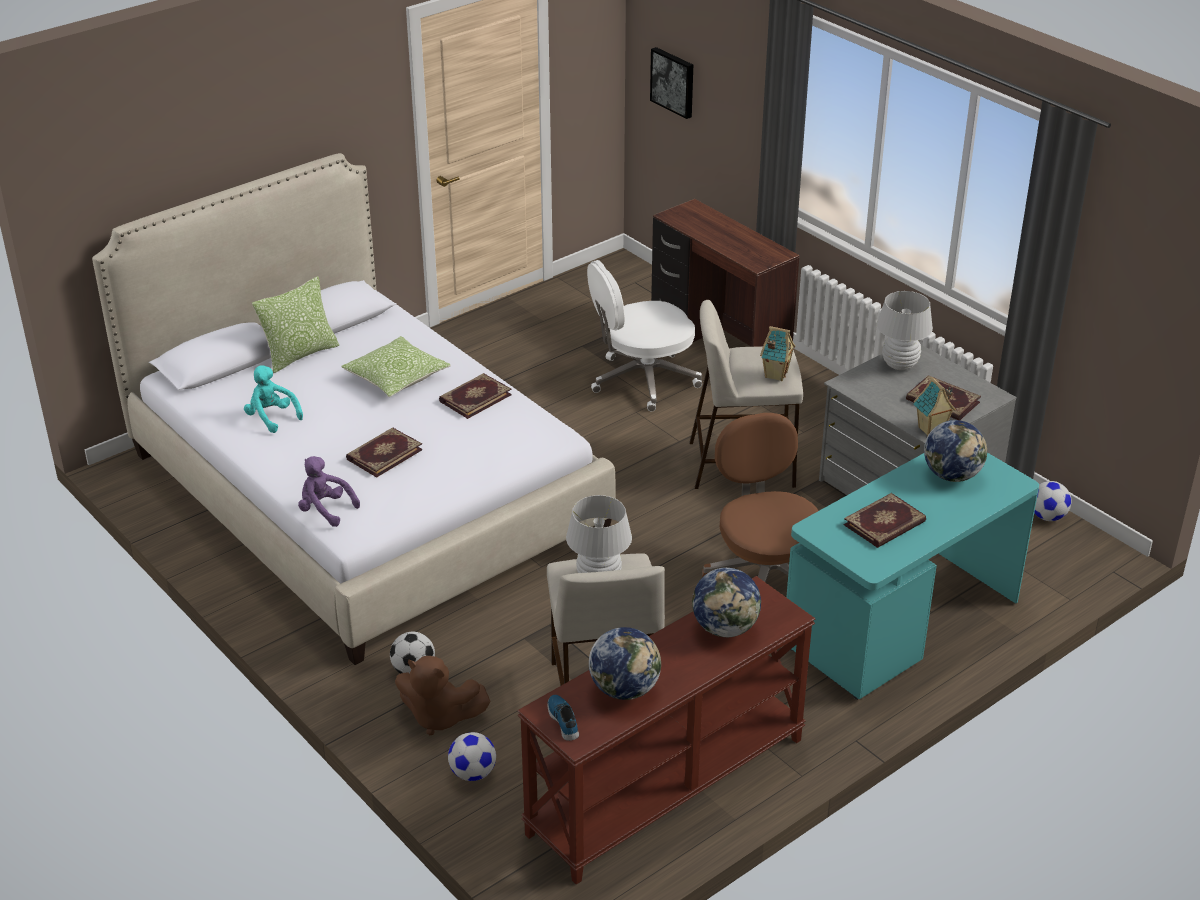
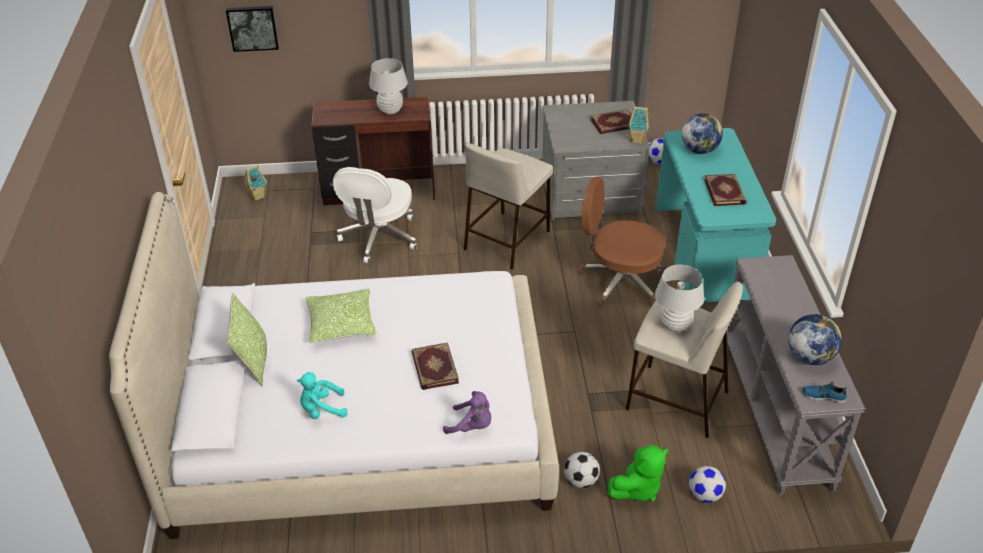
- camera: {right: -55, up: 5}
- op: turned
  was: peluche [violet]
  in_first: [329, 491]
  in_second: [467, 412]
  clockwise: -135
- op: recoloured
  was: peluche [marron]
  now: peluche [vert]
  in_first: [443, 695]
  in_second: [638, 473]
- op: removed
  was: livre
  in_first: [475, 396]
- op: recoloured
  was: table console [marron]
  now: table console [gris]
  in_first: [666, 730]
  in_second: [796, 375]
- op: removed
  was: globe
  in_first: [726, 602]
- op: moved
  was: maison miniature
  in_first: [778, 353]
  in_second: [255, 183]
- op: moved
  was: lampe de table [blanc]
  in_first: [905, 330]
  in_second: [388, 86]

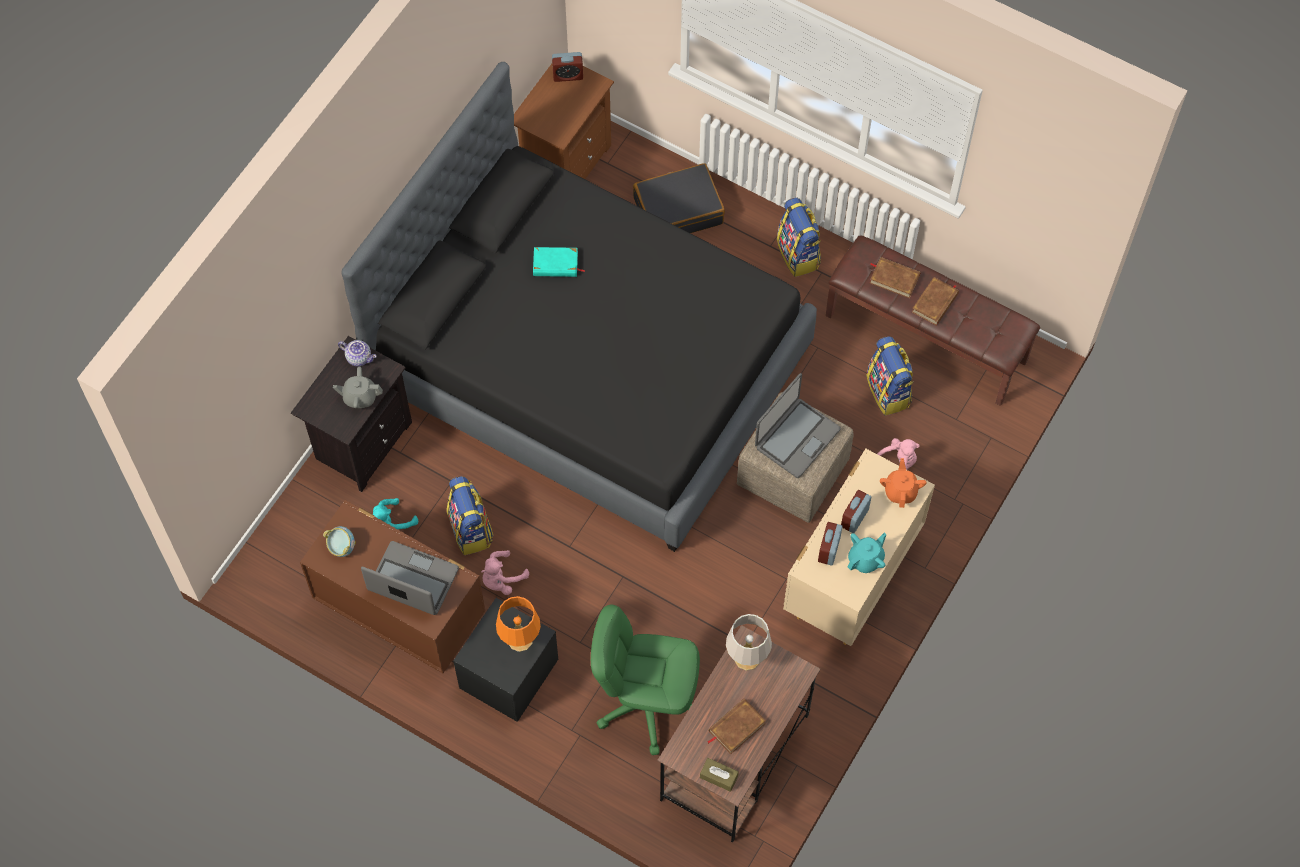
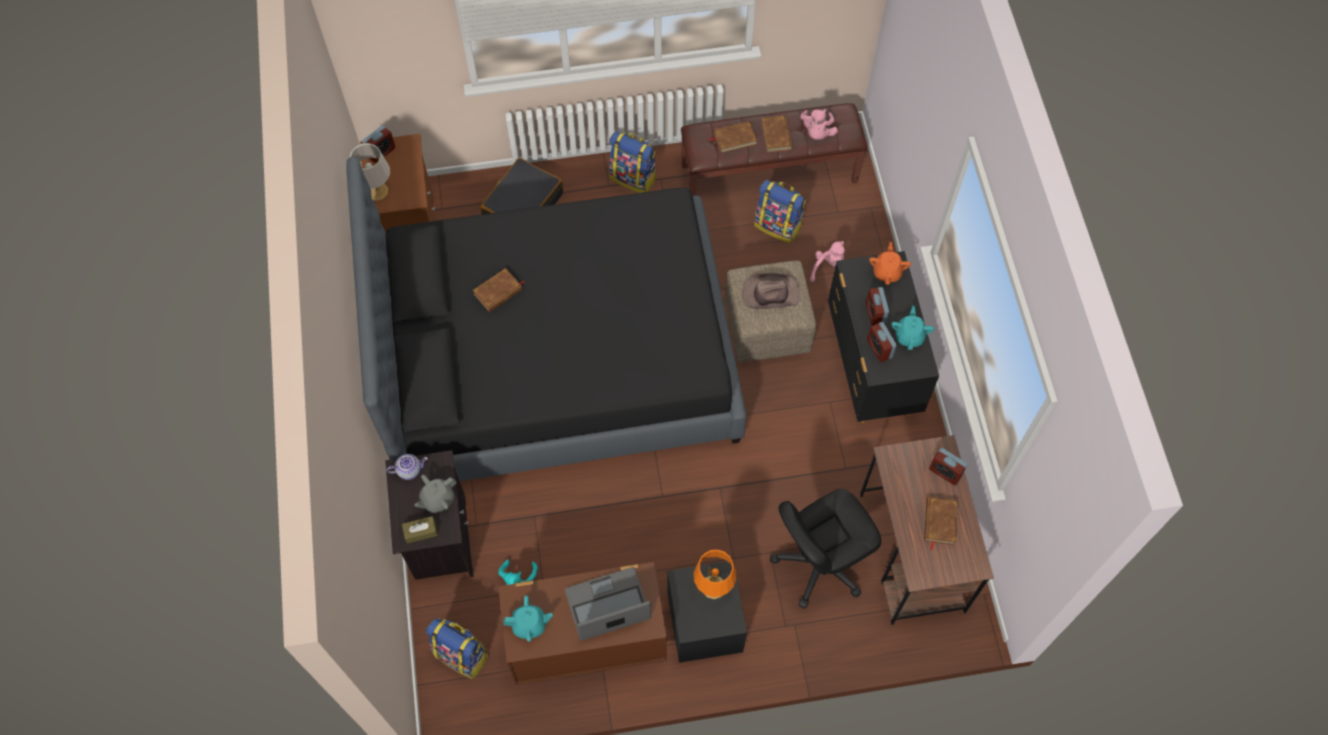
- camera: {right: -40, up: 0}
- op: replaced
  was: bol
  now: théière [turquoise]
  in_first: [339, 541]
  in_second: [528, 618]
- op: moved
  was: sac à dos
  in_first: [470, 515]
  in_second: [457, 648]
- op: moved
  was: peluche [rose]
  in_first: [505, 572]
  in_second: [819, 124]
- op: recoloured
  was: livre [turquoise]
  now: livre [marron]
  in_first: [559, 262]
  in_second: [499, 290]
- op: recoloured
  was: chaise de bureau [vert]
  now: chaise de bureau [noir]
  in_first: [645, 680]
  in_second: [825, 549]
- op: moved
  was: boîte à mouchoirs [marron]
  in_first: [719, 775]
  in_second: [420, 530]
- op: moved
  was: lampe de table [gris]
  in_first: [749, 642]
  in_second: [370, 172]
- op: replaced
  was: ordinateur portable
  now: chapeau [marron]
  in_first: [798, 425]
  in_second: [771, 291]
- op: recoloured
  was: commode [beige]
  now: commode [noir]
  in_first: [859, 547]
  in_second: [883, 337]
- op: turned
  was: théière [orange]
  in_first: [903, 483]
  in_second: [890, 263]
  clockwise: 45
- op: added
  now: réveil
  in_second: [948, 466]

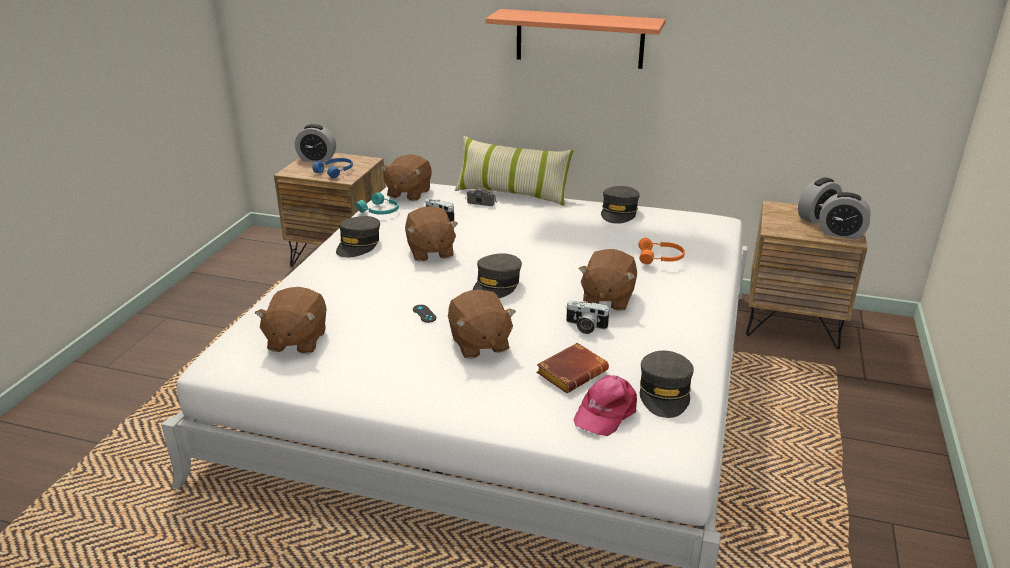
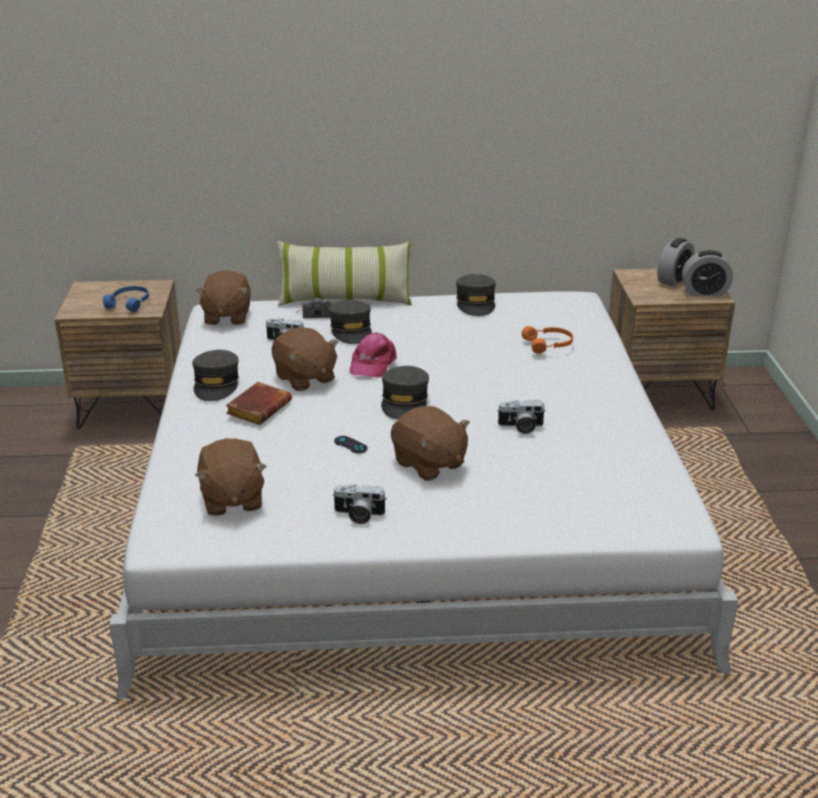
- camera: {right: -20, up: 0}
- op: removed
  was: réveil
  in_first: [315, 143]
- op: removed
  was: casque audio [turquoise]
  in_first: [377, 203]
- op: removed
  was: étagère
  in_first: [575, 39]
- op: moved
  was: livre [marron]
  in_first: [572, 368]
  in_second: [259, 403]
- op: moved
  was: casquette [rose]
  in_first: [605, 405]
  in_second: [373, 355]
- op: removed
  was: peluche [marron]
  in_first: [608, 280]
- op: moved
  was: casquette [gris]
  in_first: [667, 384]
  in_second: [350, 321]
- op: added
  now: appareil photo
  in_second: [359, 504]

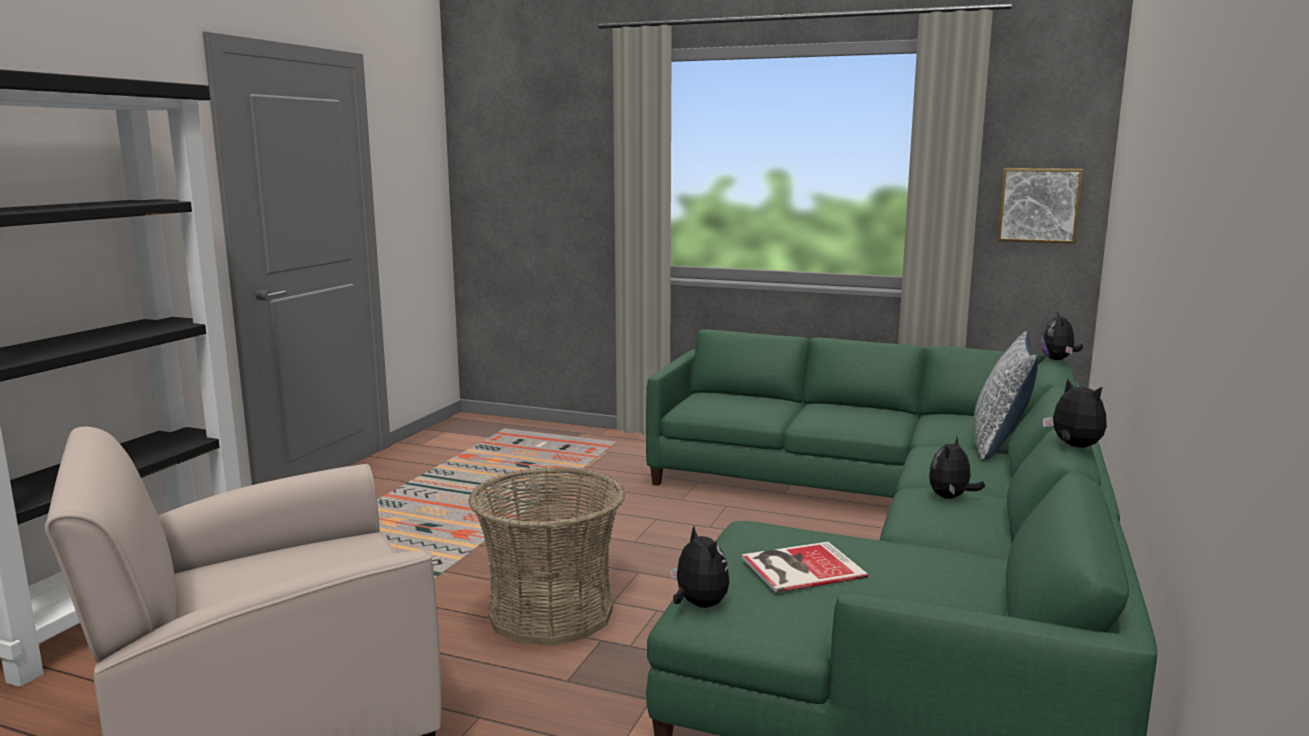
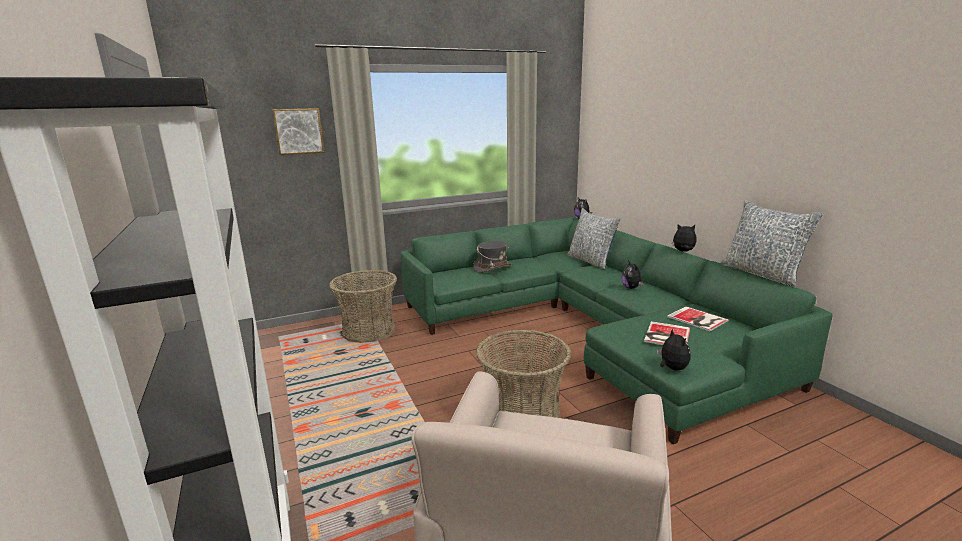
- camera: {right: -45, up: 5}
- op: turned
  was: peluche
  in_first: [699, 567]
  in_second: [674, 349]
  clockwise: 60
- op: moved
  was: tableau
  in_first: [1040, 206]
  in_second: [298, 131]
- op: added
  now: panier
  in_second: [363, 306]
- op: added
  now: chapeau [gris]
  in_second: [492, 257]
- op: added
  now: livre
  in_second: [698, 318]
- op: added
  now: coussin
  in_second: [772, 243]

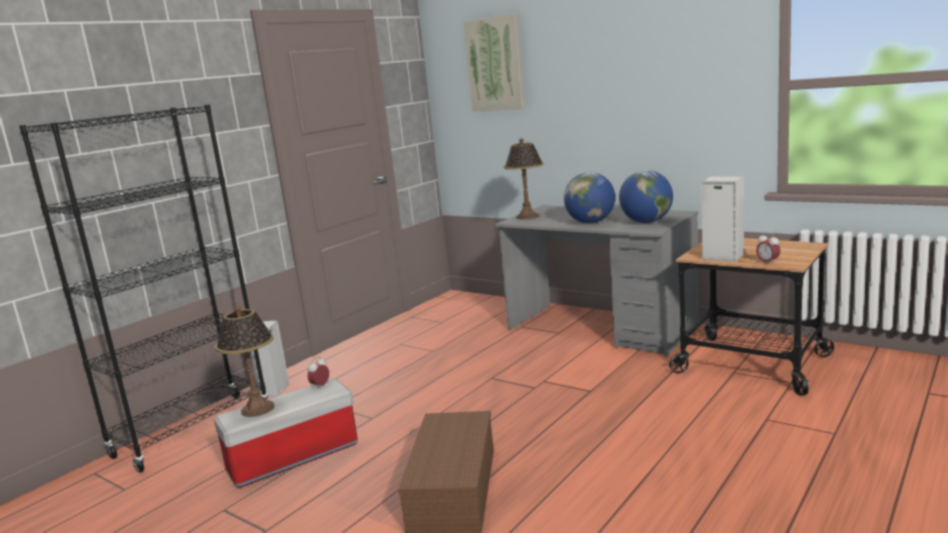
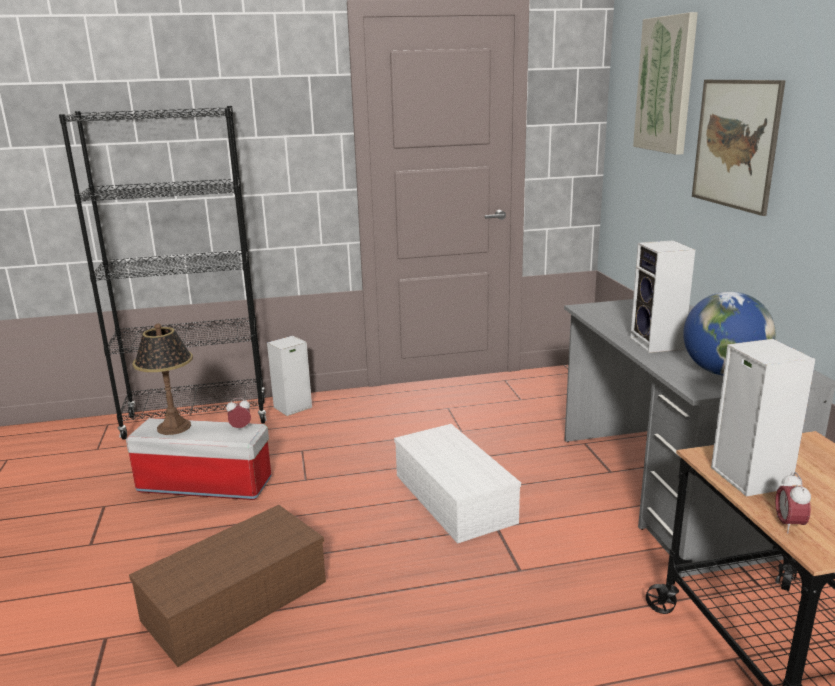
- camera: {right: 40, up: 5}
- op: removed
  was: lampe de table
  in_first: [524, 178]
- op: replaced
  was: globe
  now: enceinte
  in_first: [589, 197]
  in_second: [662, 296]
- op: added
  now: boîte de rangement [blanc]
  in_second: [457, 484]
- op: added
  now: tableau
  in_second: [739, 148]

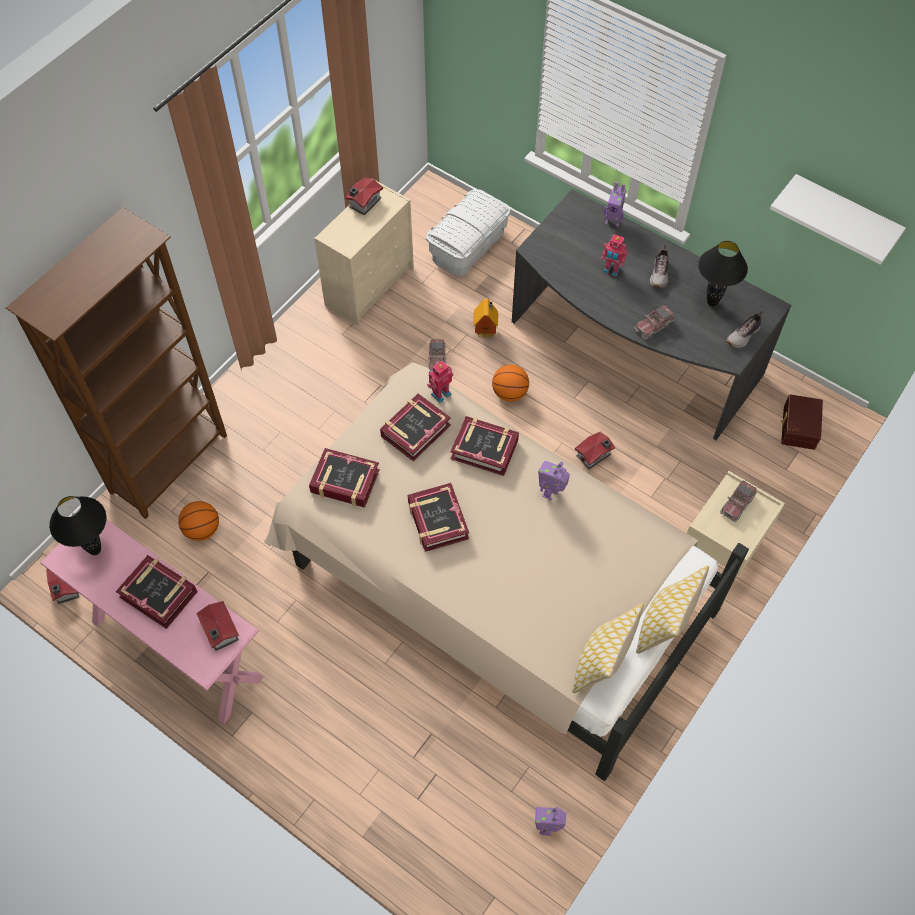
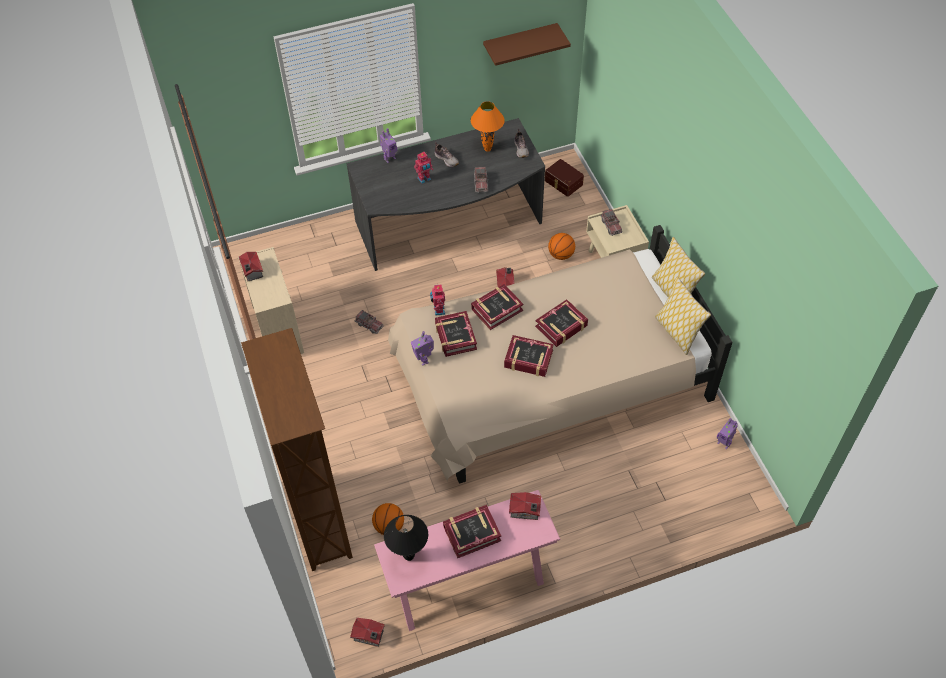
- camera: {right: -55, up: -5}
- op: moved
  was: livre
  in_first: [344, 478]
  in_second: [561, 323]
- op: removed
  was: boîte de rangement [blanc]
  in_first: [468, 233]
- op: removed
  was: maison miniature
  in_first: [486, 318]
- op: moved
  was: ballon de basket
  in_first: [510, 383]
  in_second: [561, 246]
- op: moved
  was: robot jouet
  in_first: [554, 480]
  in_second: [422, 348]
- op: recoloured
  was: lampe de table [noir]
  now: lampe de table [orange]
  in_first: [723, 273]
  in_second: [488, 126]
- op: recoloured
  was: étagère [blanc]
  now: étagère [marron]
  in_first: [838, 219]
  in_second: [527, 44]

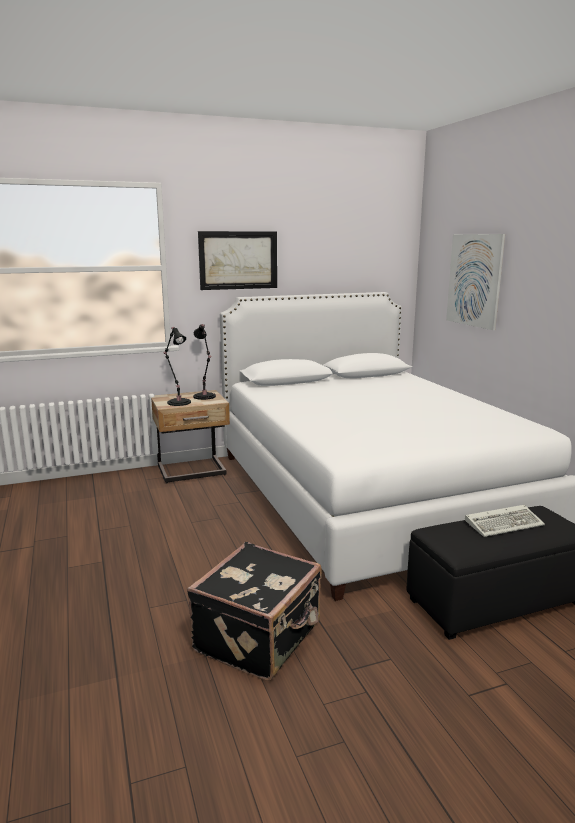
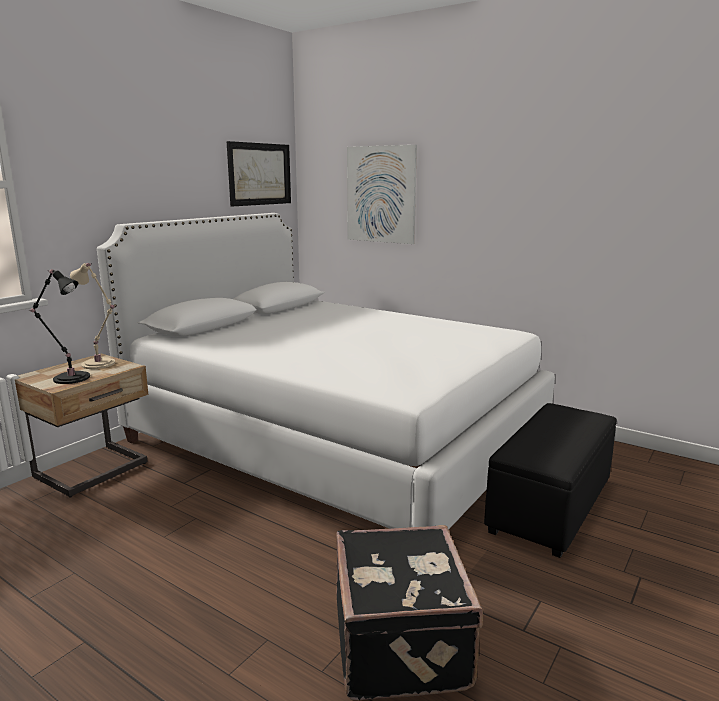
- camera: {right: -35, up: 0}
- op: recoloured
  was: lampe de table [noir]
  now: lampe de table [beige]
  in_first: [204, 362]
  in_second: [93, 316]
- op: moved
  was: tableau
  in_first: [237, 260]
  in_second: [259, 173]
- op: removed
  was: clavier
  in_first: [505, 521]

